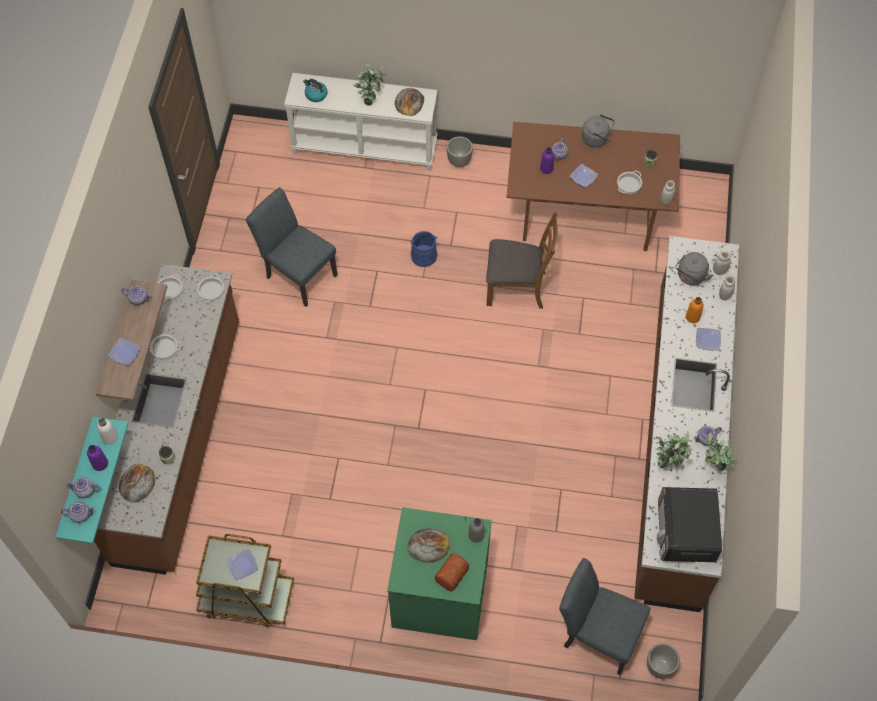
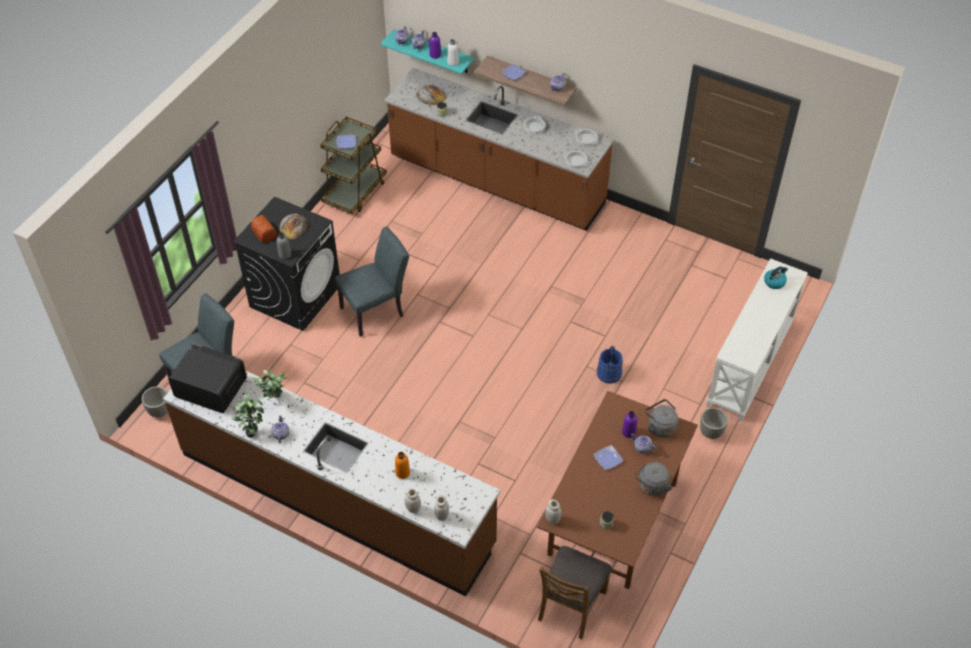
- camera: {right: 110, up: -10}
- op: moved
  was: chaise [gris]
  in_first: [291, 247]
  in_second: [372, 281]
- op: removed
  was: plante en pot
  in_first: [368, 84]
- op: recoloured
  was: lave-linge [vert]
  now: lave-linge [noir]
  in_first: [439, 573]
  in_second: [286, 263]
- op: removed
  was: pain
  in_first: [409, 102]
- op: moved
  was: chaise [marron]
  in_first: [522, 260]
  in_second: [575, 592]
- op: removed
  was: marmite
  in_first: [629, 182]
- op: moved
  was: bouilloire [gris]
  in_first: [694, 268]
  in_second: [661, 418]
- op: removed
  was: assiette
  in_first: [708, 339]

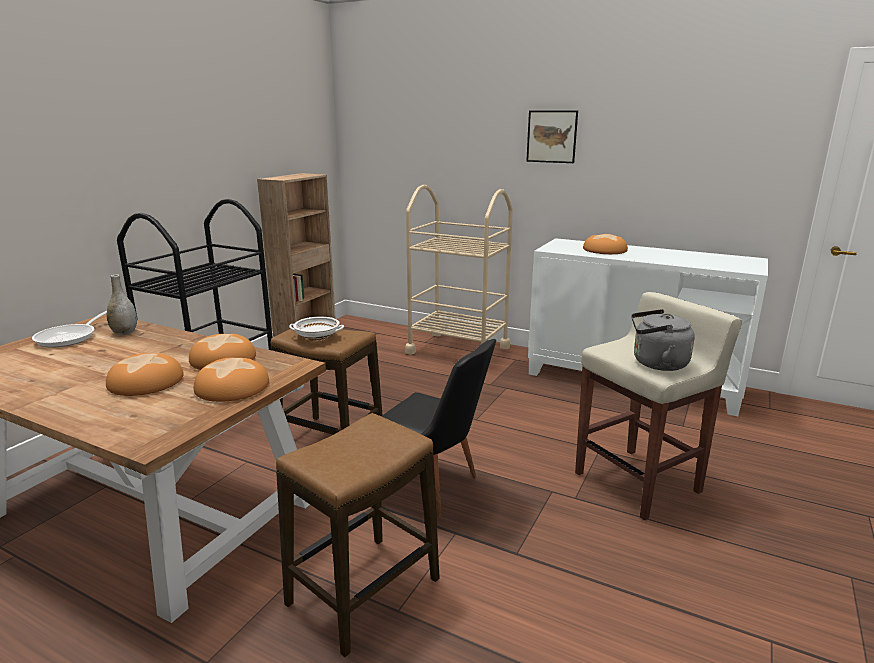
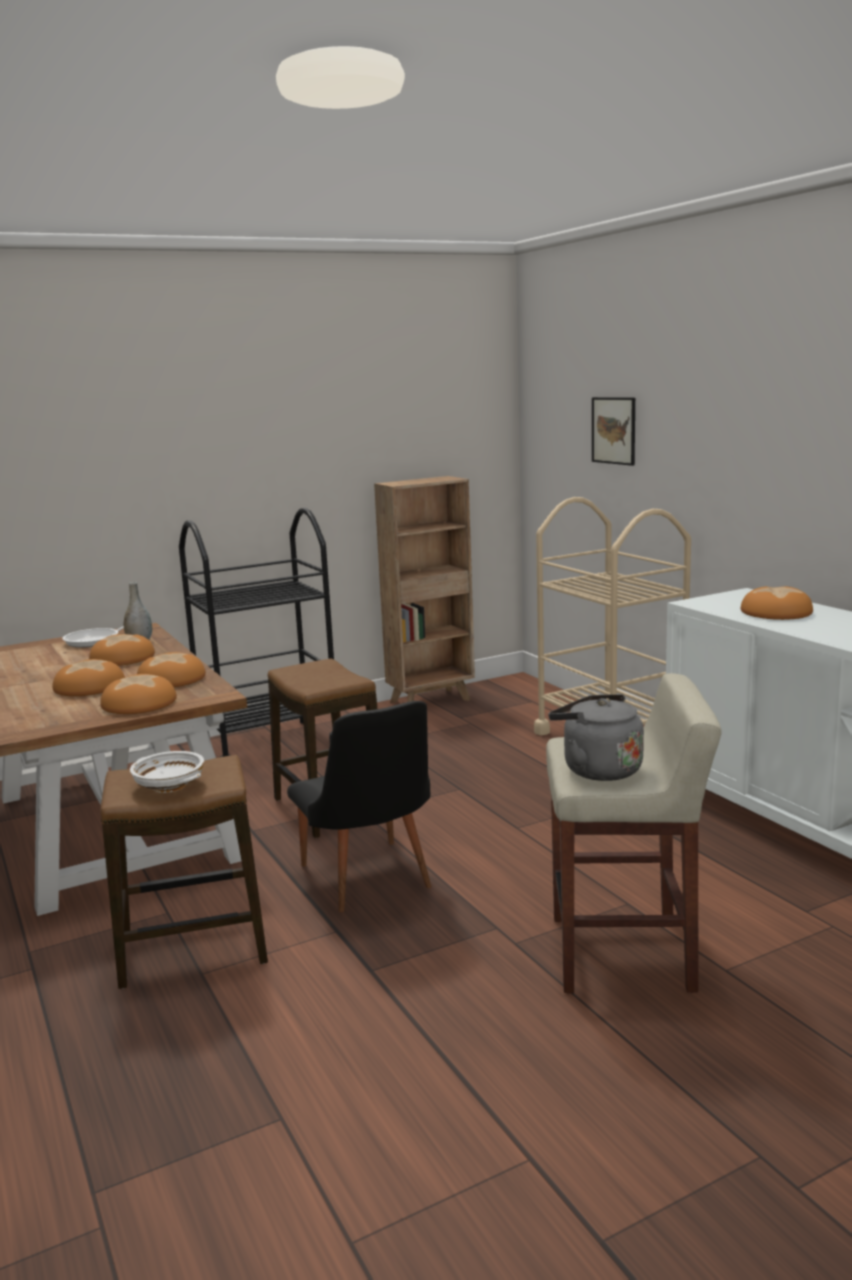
- camera: {right: 35, up: -5}
- op: moved
  was: bol [blanc]
  in_first: [316, 329]
  in_second: [167, 772]
- op: moved
  was: tableau
  in_first: [552, 137]
  in_second: [613, 431]
- op: added
  now: pain
  in_second: [122, 650]

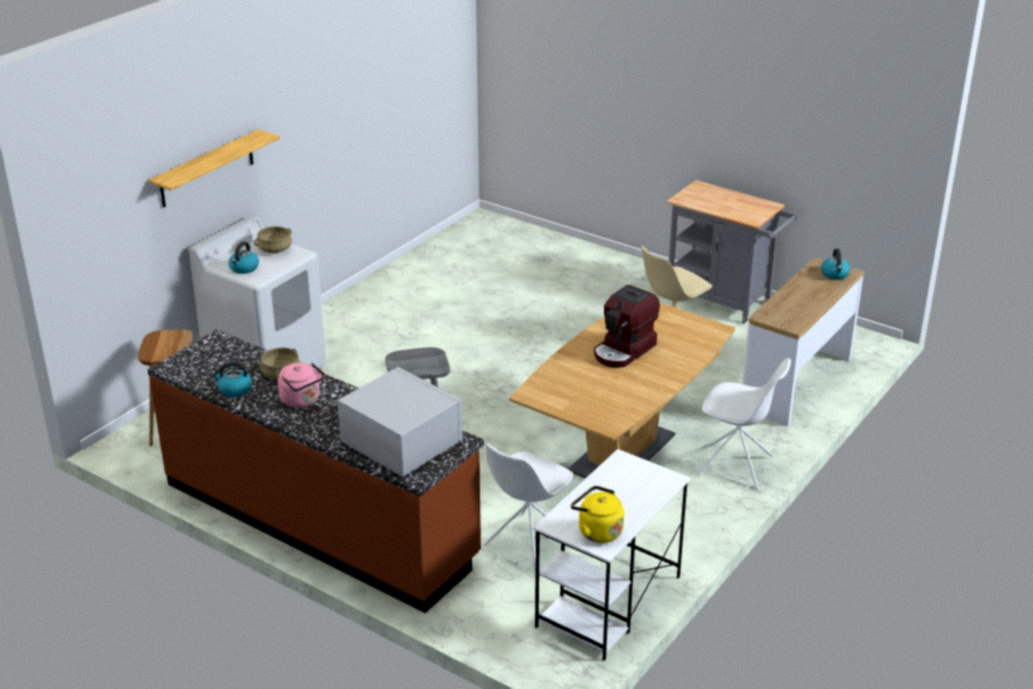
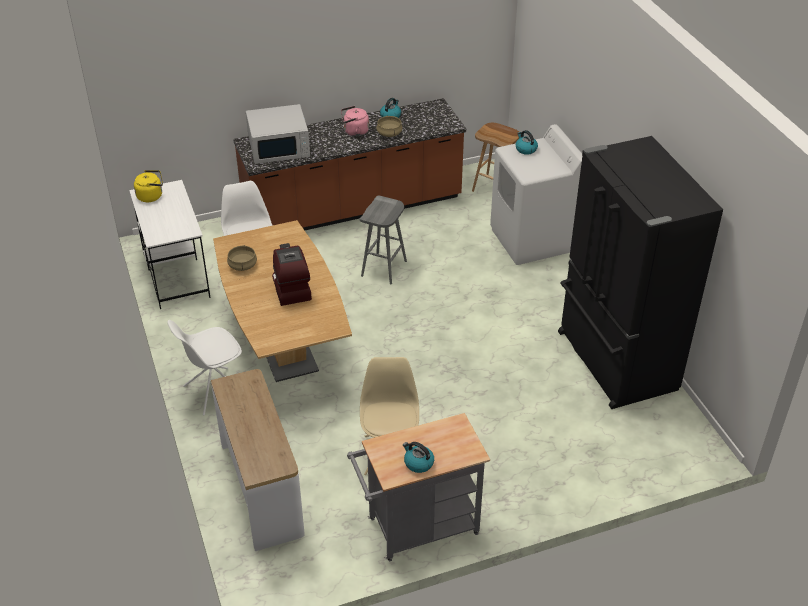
- camera: {right: 125, up: 10}
- op: removed
  was: étagère
  in_first: [214, 168]
- op: moved
  was: marmite [beige]
  in_first: [273, 239]
  in_second: [242, 258]
- op: moved
  was: bouilloire
  in_first: [835, 264]
  in_second: [418, 457]
- op: added
  now: réfrigérateur [noir]
  in_second: [640, 272]

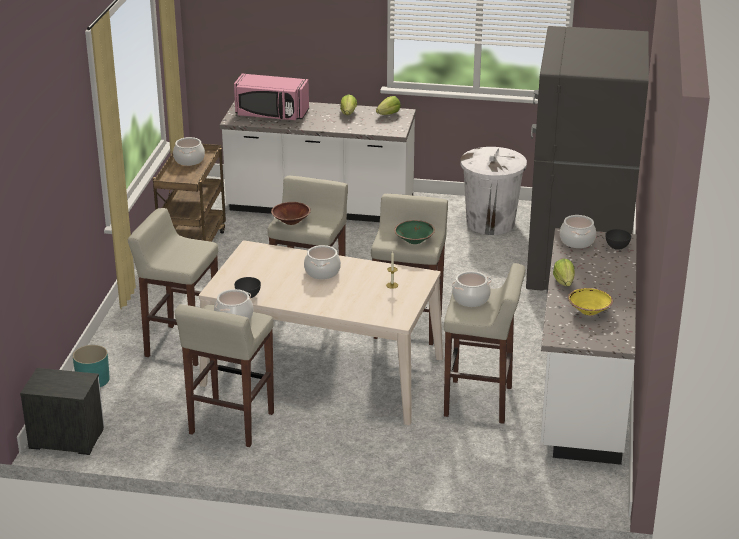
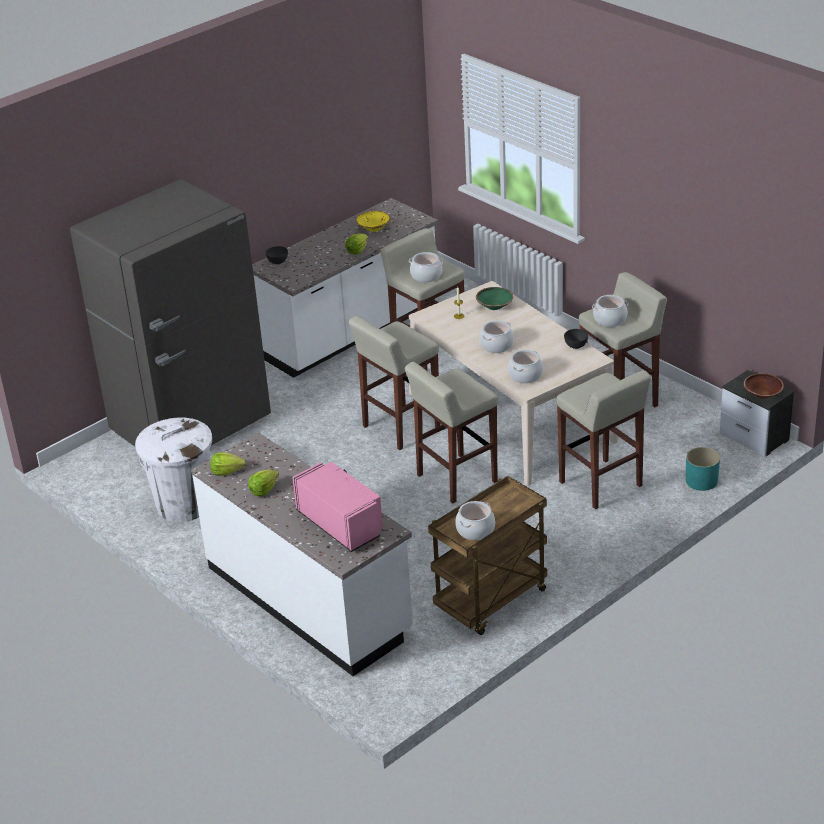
- camera: {right: -140, up: 5}
- op: moved
  was: bol [marron]
  in_first: [291, 213]
  in_second: [764, 386]
- op: moved
  was: bol [vert]
  in_first: [414, 232]
  in_second: [494, 298]
- op: moved
  was: marmite
  in_first: [578, 231]
  in_second: [525, 366]

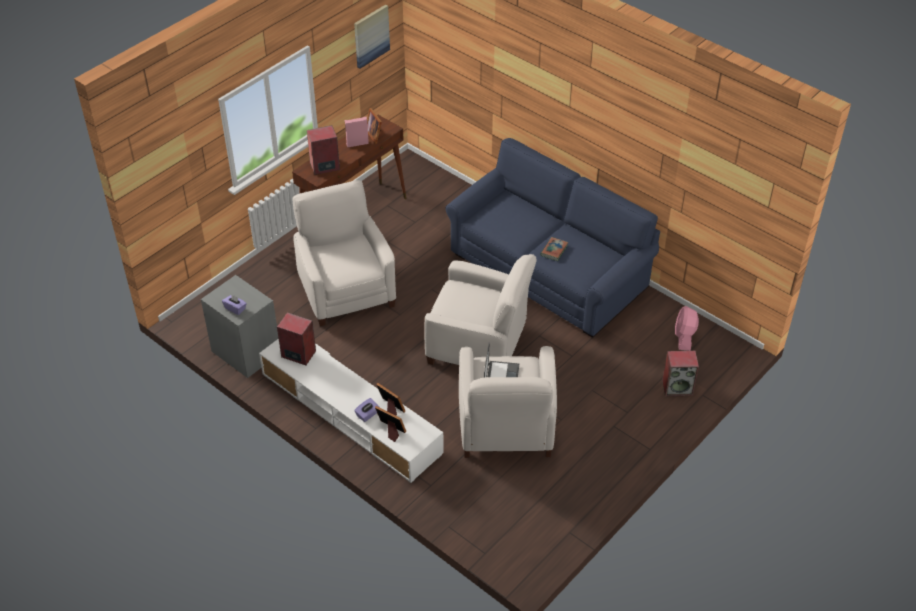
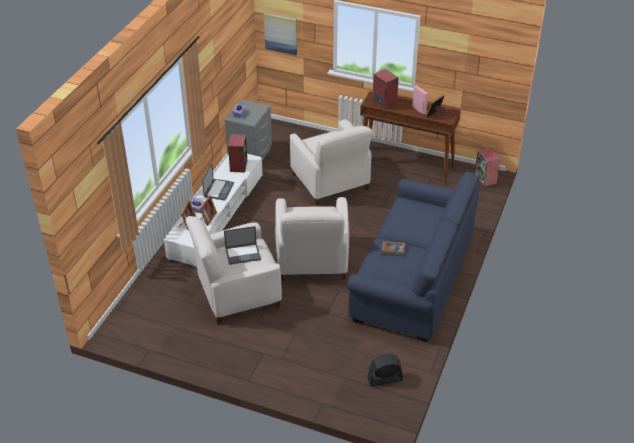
- camera: {right: 70, up: -5}
- op: turned
  was: fauteuil [blanc]
  in_first: [344, 253]
  in_second: [331, 162]
  clockwise: 105
- op: moved
  was: tableau
  in_first: [372, 37]
  in_second: [280, 34]
- op: moved
  was: enceinte
  in_first: [680, 374]
  in_second: [487, 167]
- op: recoloured
  was: ventilateur [rose]
  now: ventilateur [noir]
  in_first: [687, 328]
  in_second: [385, 369]
- op: added
  now: ordinateur portable
  in_second: [218, 181]

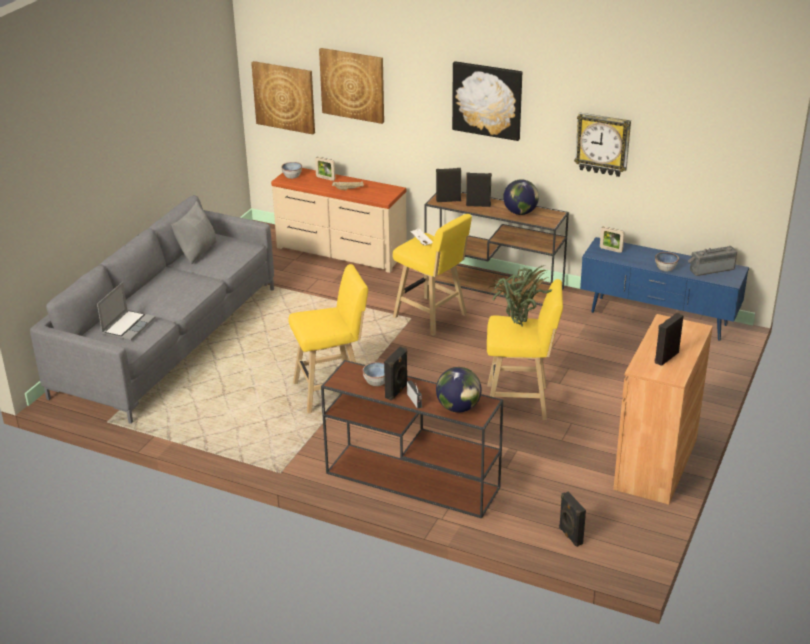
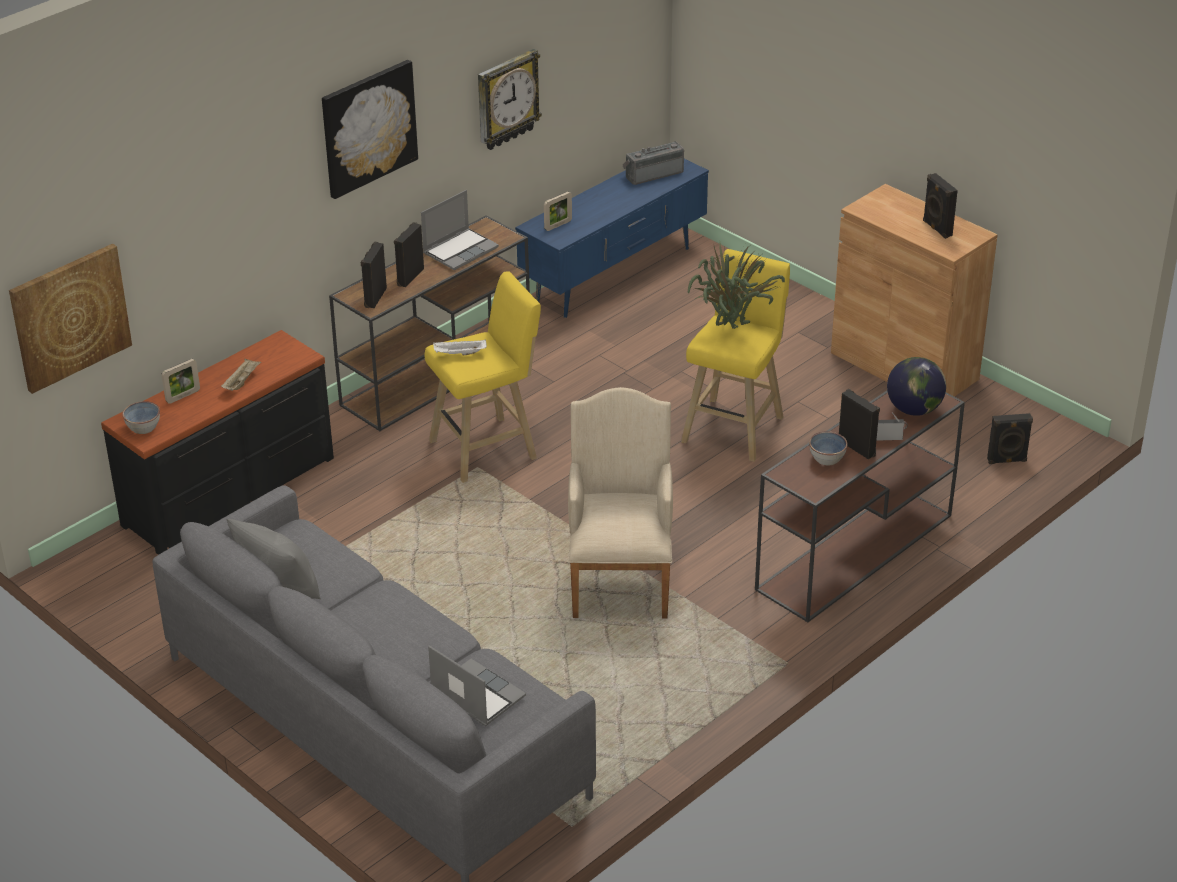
- camera: {right: -70, up: 5}
- op: recoloured
  was: commode [beige]
  now: commode [noir]
  in_first: [339, 220]
  in_second: [217, 442]
- op: replaced
  was: tabouret [jaune]
  now: fauteuil [beige]
  in_first: [328, 339]
  in_second: [620, 502]
- op: removed
  was: tableau
  in_first: [351, 86]
- op: replaced
  was: globe
  now: ordinateur portable
  in_first: [521, 197]
  in_second: [460, 230]
- op: removed
  was: bol
  in_first: [667, 261]
- op: turned
  was: radio
  in_first: [712, 261]
  in_second: [653, 163]
  clockwise: 60

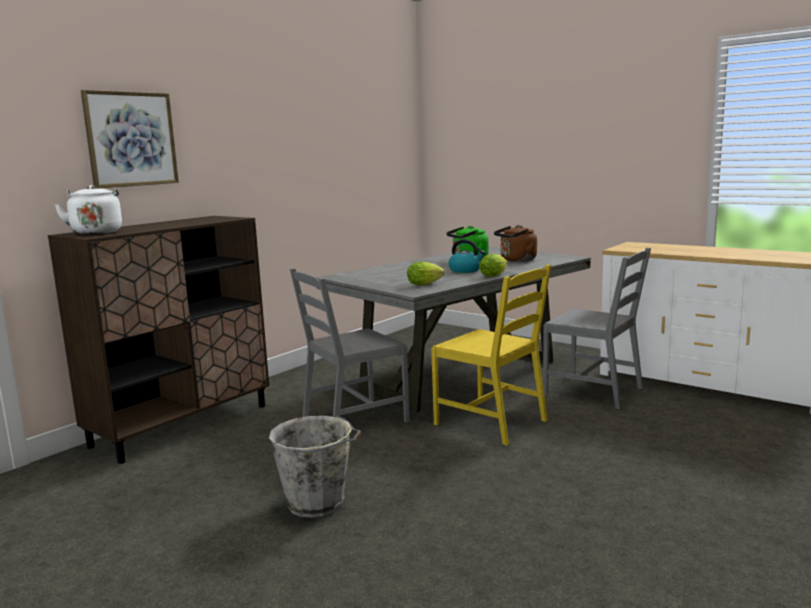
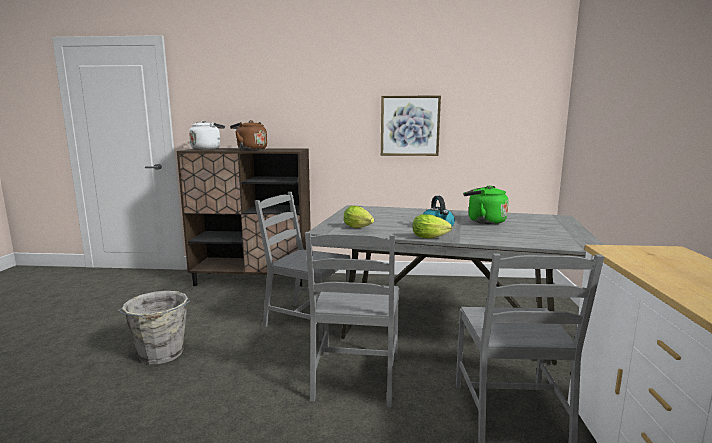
- camera: {right: 55, up: 0}
- op: moved
  was: tableau
  in_first: [130, 139]
  in_second: [411, 126]
- op: recoloured
  was: chaise [jaune]
  now: chaise [gris]
  in_first: [491, 355]
  in_second: [352, 320]
- op: moved
  was: bouilloire [marron]
  in_first: [515, 243]
  in_second: [248, 135]

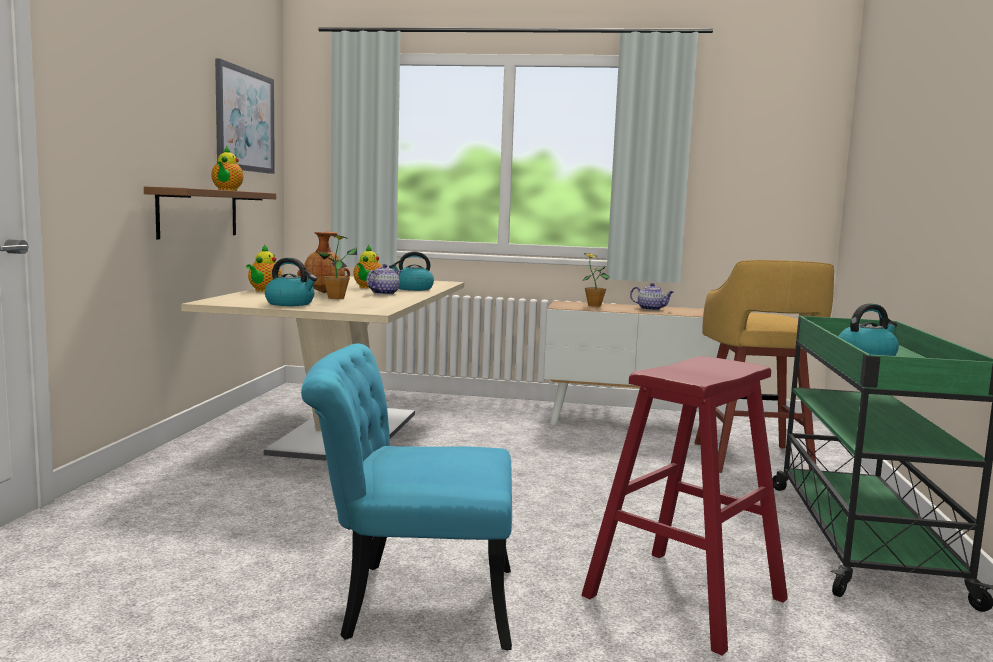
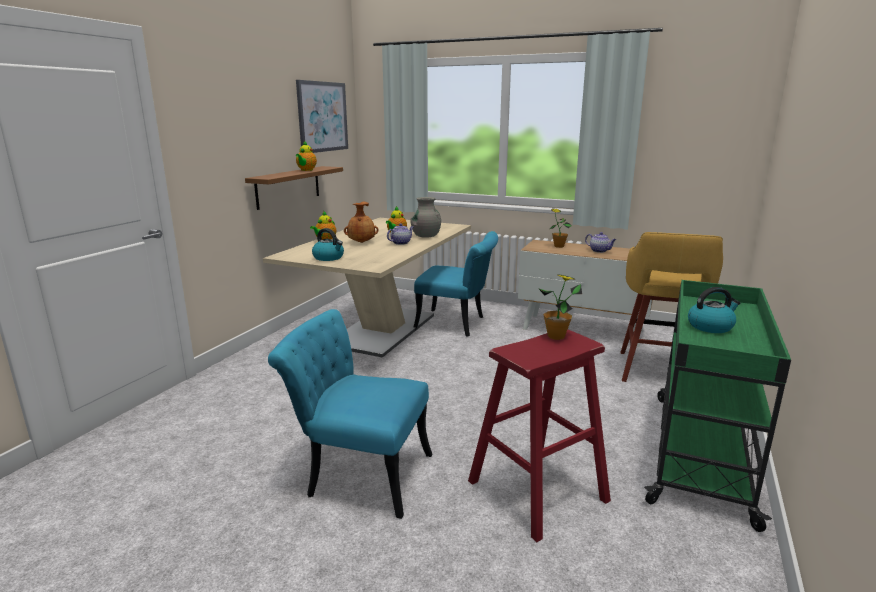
- camera: {right: 15, up: 10}
- op: moved
  was: plante en pot
  in_first: [337, 266]
  in_second: [560, 307]
- op: replaced
  was: bouilloire
  now: vase [gris]
  in_first: [411, 271]
  in_second: [425, 217]
- op: added
  now: chaise [turquoise]
  in_second: [455, 284]

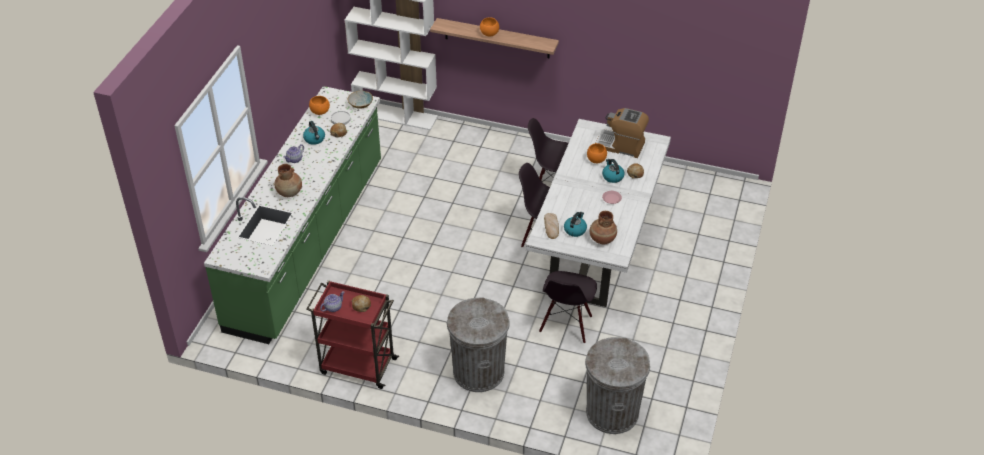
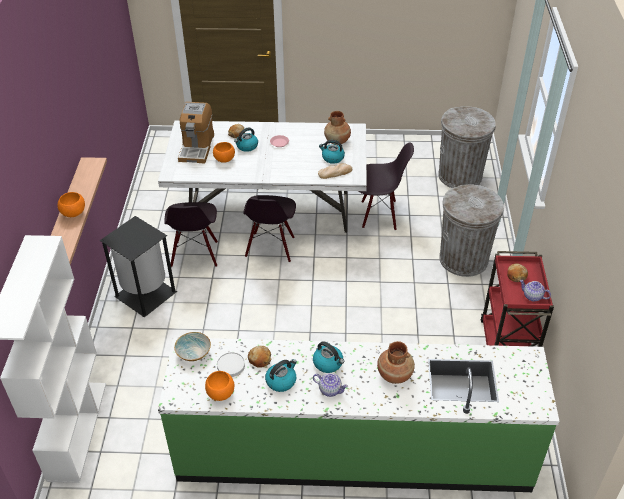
- camera: {right: -105, up: 0}
- op: added
  now: poubelle [noir]
  in_second: [138, 266]
- op: added
  now: bouilloire
  in_second: [328, 357]

